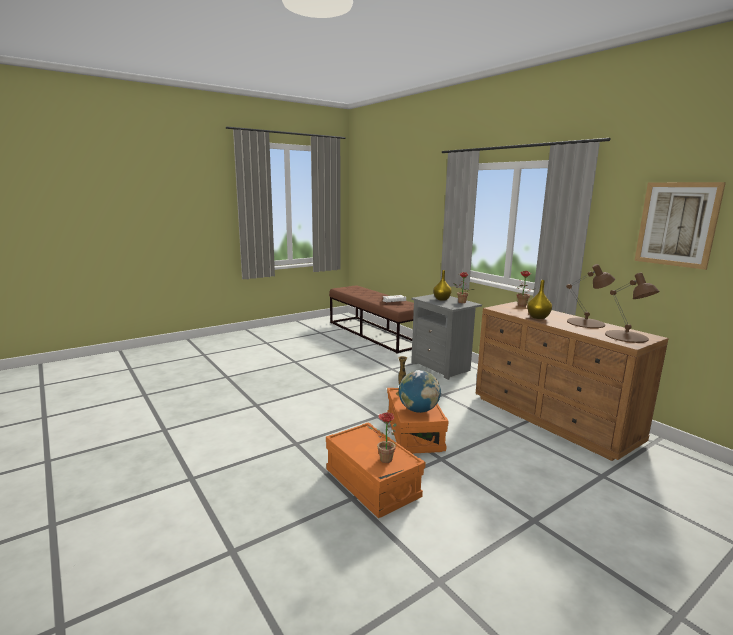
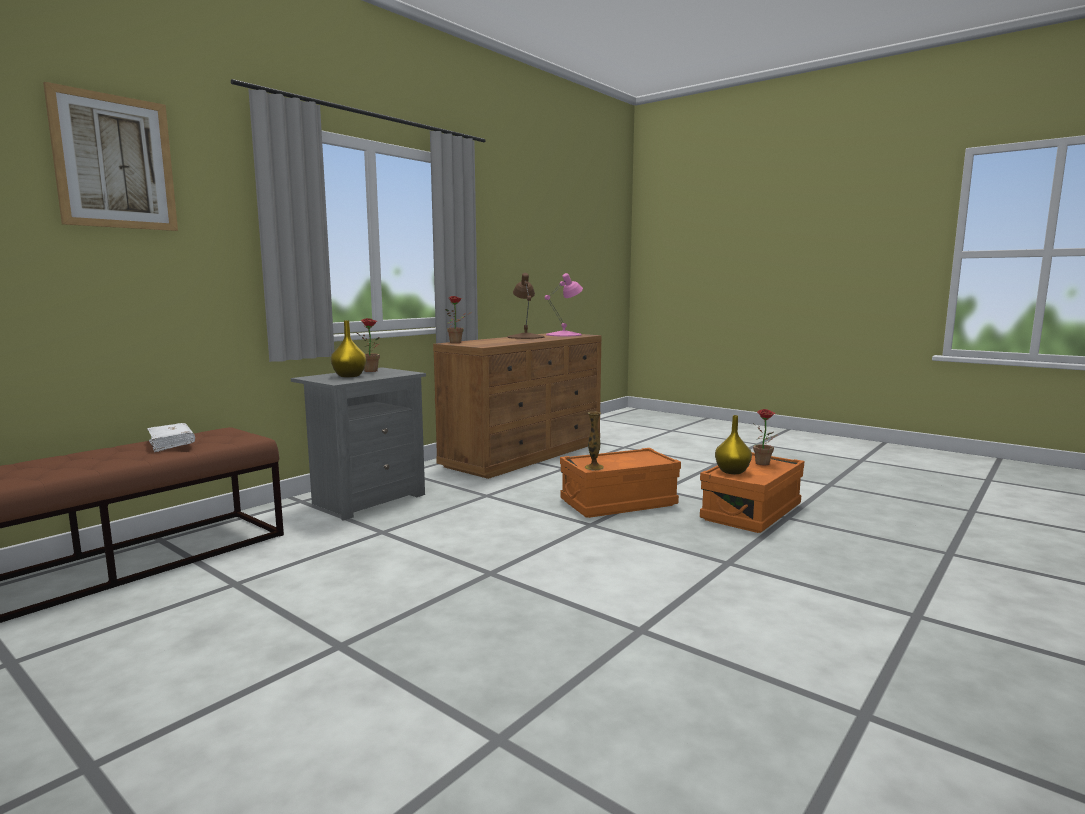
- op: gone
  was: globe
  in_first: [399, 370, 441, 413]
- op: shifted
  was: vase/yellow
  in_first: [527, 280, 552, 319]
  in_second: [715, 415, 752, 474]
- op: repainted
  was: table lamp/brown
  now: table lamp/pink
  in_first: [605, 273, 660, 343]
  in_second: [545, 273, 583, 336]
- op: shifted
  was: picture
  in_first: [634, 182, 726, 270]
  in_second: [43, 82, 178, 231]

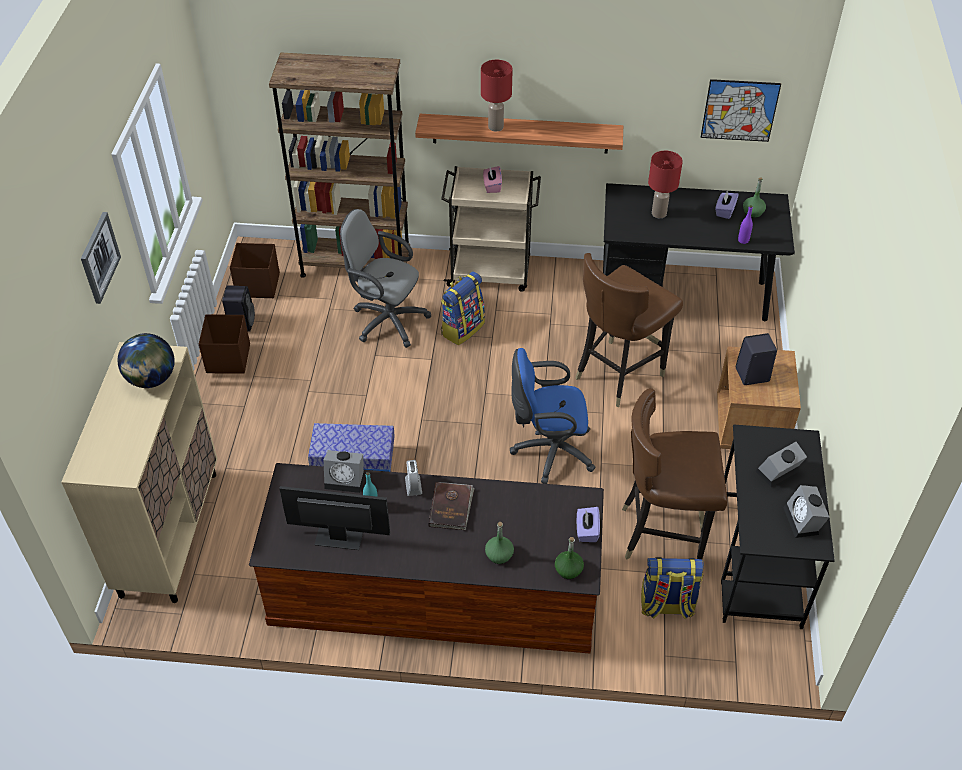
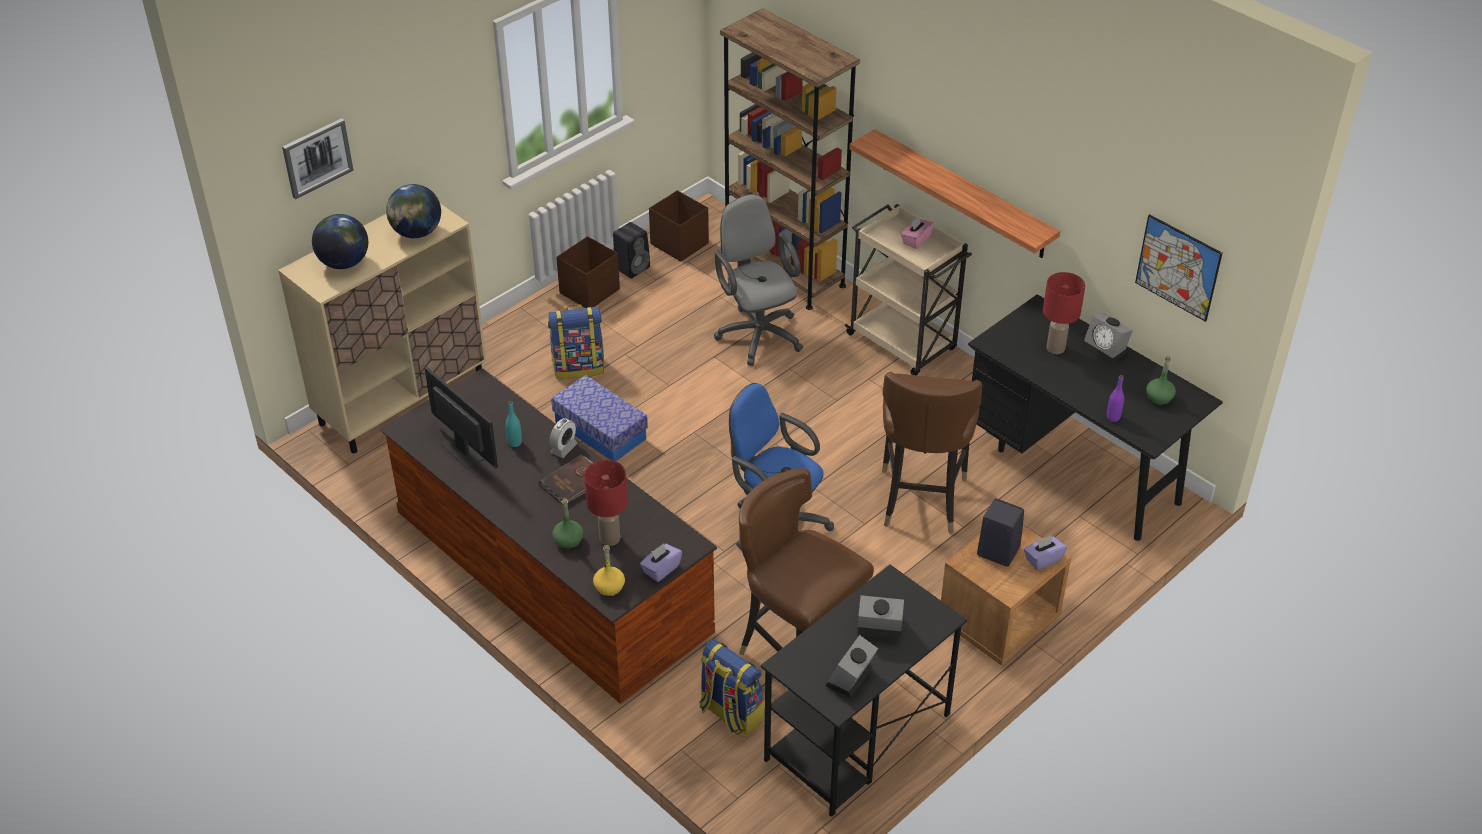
- op: shifted
  was: picture
  in_first: [81, 212, 121, 304]
  in_second: [282, 118, 354, 199]
- op: shifted
  was: alarm clock
  in_first: [323, 450, 364, 493]
  in_second: [1082, 313, 1133, 365]
- op: shifted
  was: backpack
  in_first: [441, 271, 485, 345]
  in_second: [548, 305, 604, 379]
- op: shifted
  was: table lamp/red
  in_first: [481, 60, 513, 131]
  in_second: [584, 460, 628, 546]
- op: repainted
  was: bottle/green
  now: bottle/yellow
  in_first: [555, 537, 584, 579]
  in_second: [593, 545, 625, 597]
- op: rotated
  was: chair/brown
  in_first: [575, 253, 683, 407]
  in_second: [882, 372, 982, 534]
  clockwise: -75
- op: shifted
  was: tissue box/purple
  in_first: [715, 190, 739, 219]
  in_second: [1024, 535, 1067, 570]
- op: new
  now: globe
  in_second: [312, 214, 368, 269]

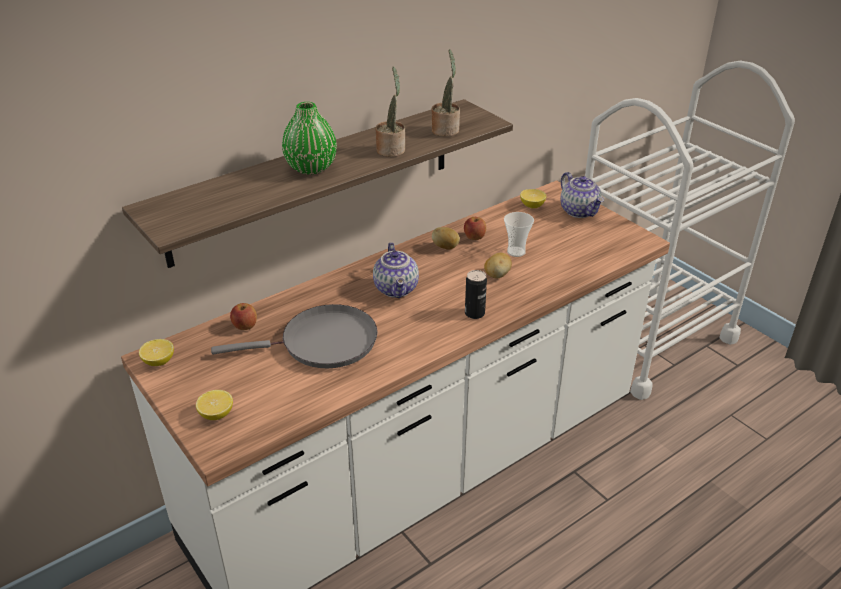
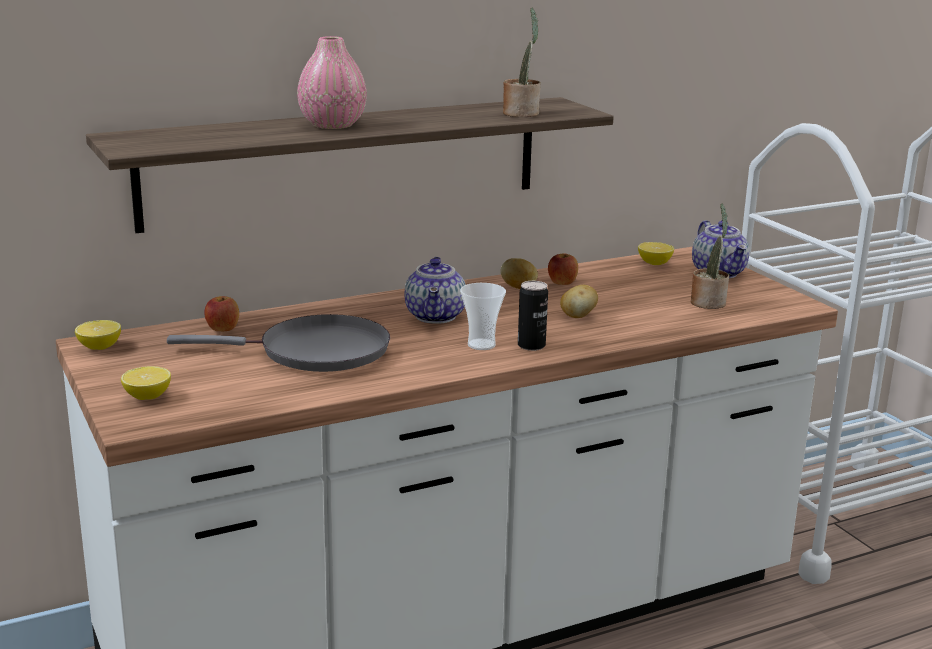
- op: repainted
  was: vase/green
  now: vase/pink
  in_first: [282, 102, 337, 175]
  in_second: [297, 36, 367, 129]
- op: shifted
  was: potted plant
  in_first: [375, 66, 405, 157]
  in_second: [691, 203, 729, 309]
- op: shifted
  was: cup
  in_first: [504, 212, 534, 257]
  in_second: [460, 283, 506, 350]

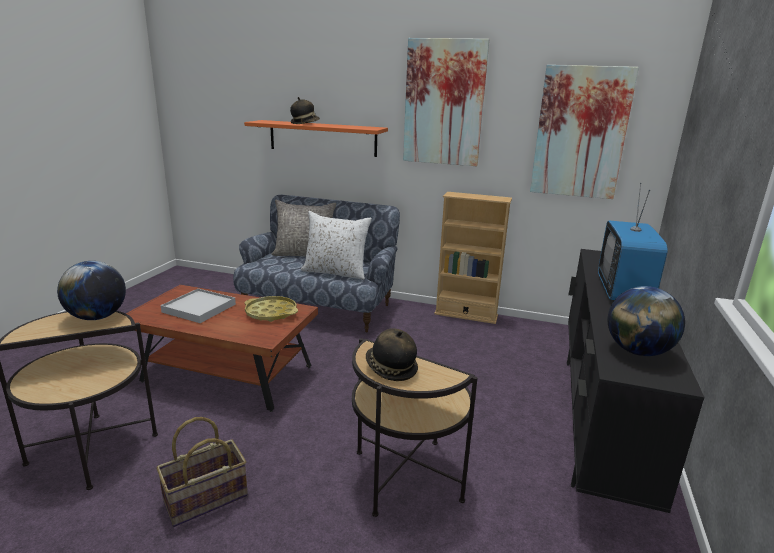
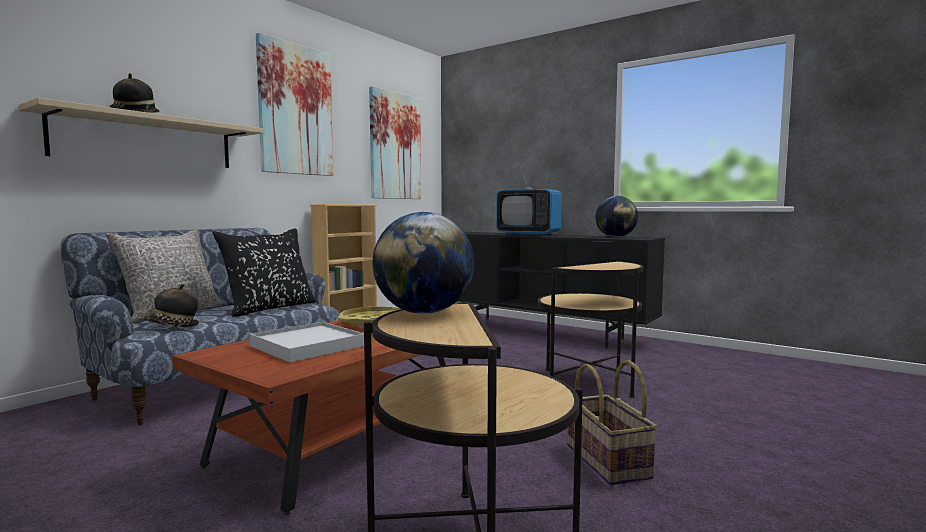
- op: repainted
  was: shelf/orange
  now: shelf/beige
  in_first: [244, 120, 388, 157]
  in_second: [19, 98, 264, 168]
- op: repainted
  was: pillow/white
  now: pillow/black
  in_first: [301, 211, 372, 280]
  in_second: [213, 228, 316, 317]
- op: shifted
  was: hat
  in_first: [366, 328, 418, 381]
  in_second: [144, 284, 199, 327]

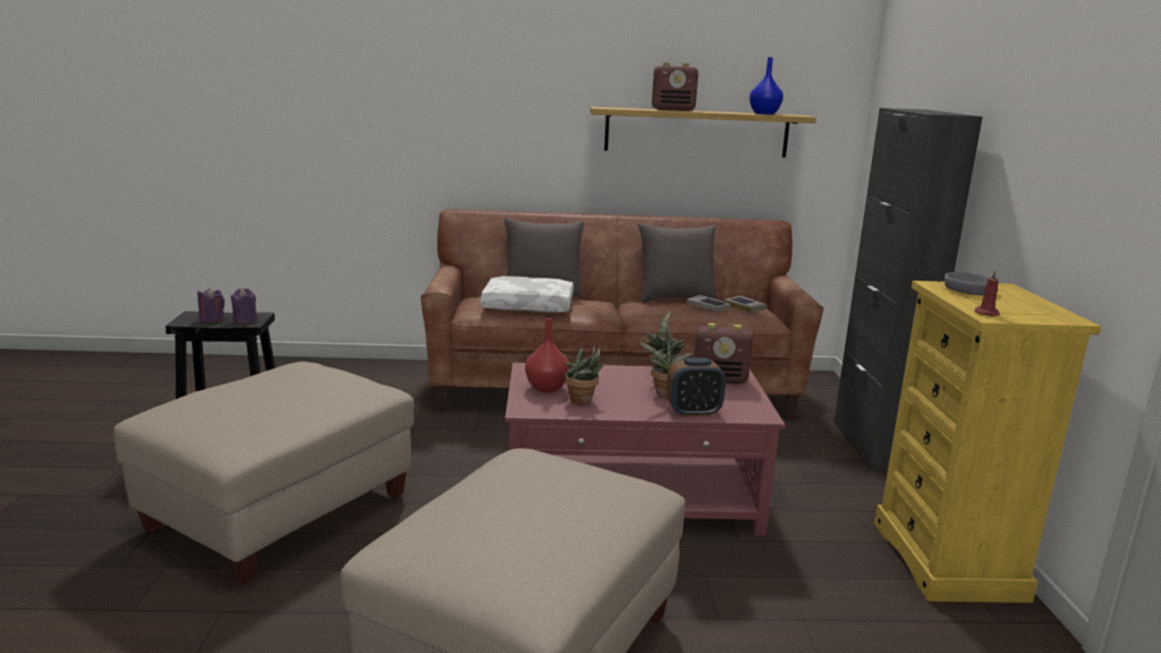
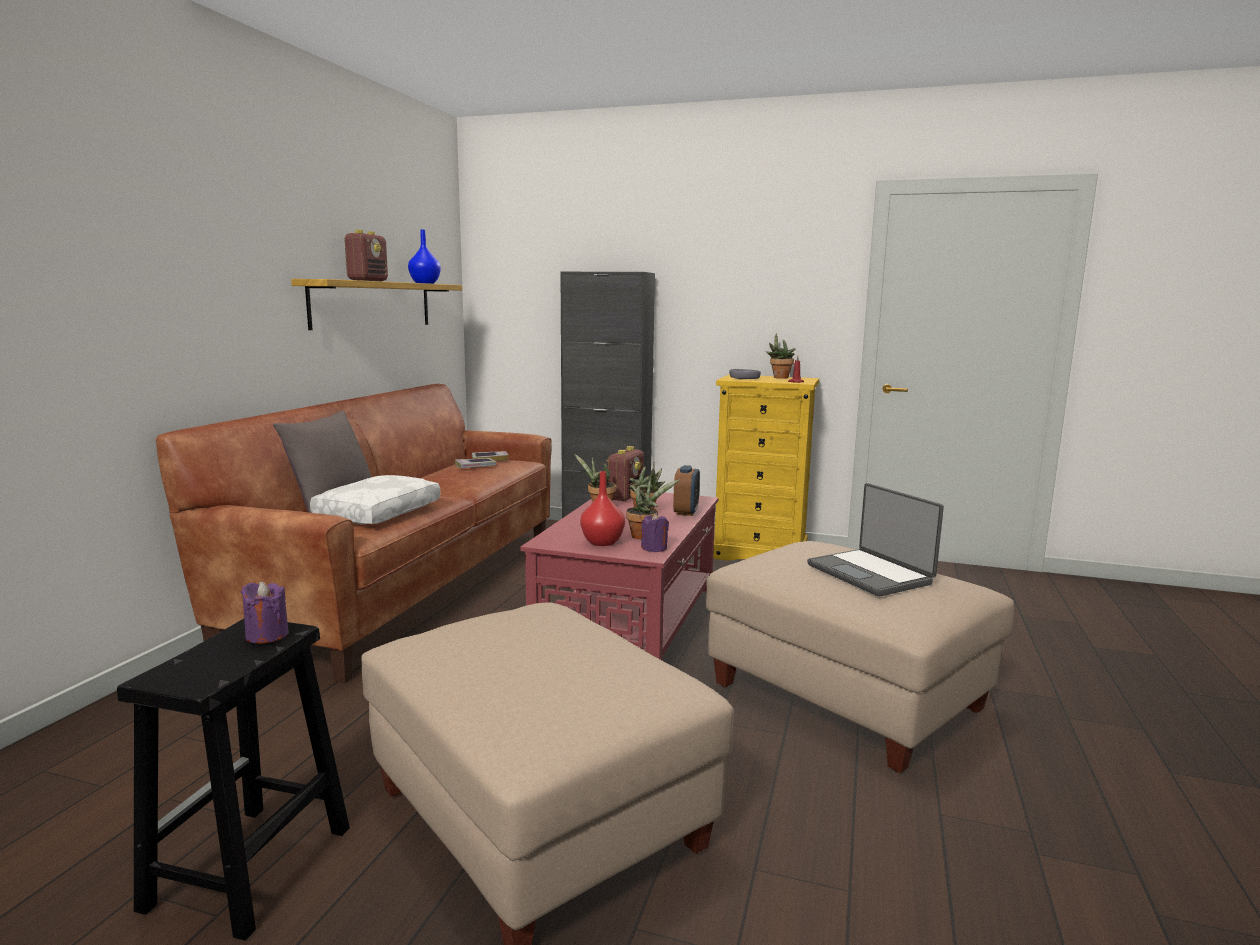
- op: shifted
  was: candle/purple
  in_first: [197, 288, 225, 323]
  in_second: [641, 513, 669, 552]
- op: gone
  was: pillow/grey
  in_first: [638, 224, 718, 303]
- op: new
  now: potted plant
  in_second: [766, 333, 795, 379]
- op: new
  now: laptop
  in_second: [807, 483, 944, 596]

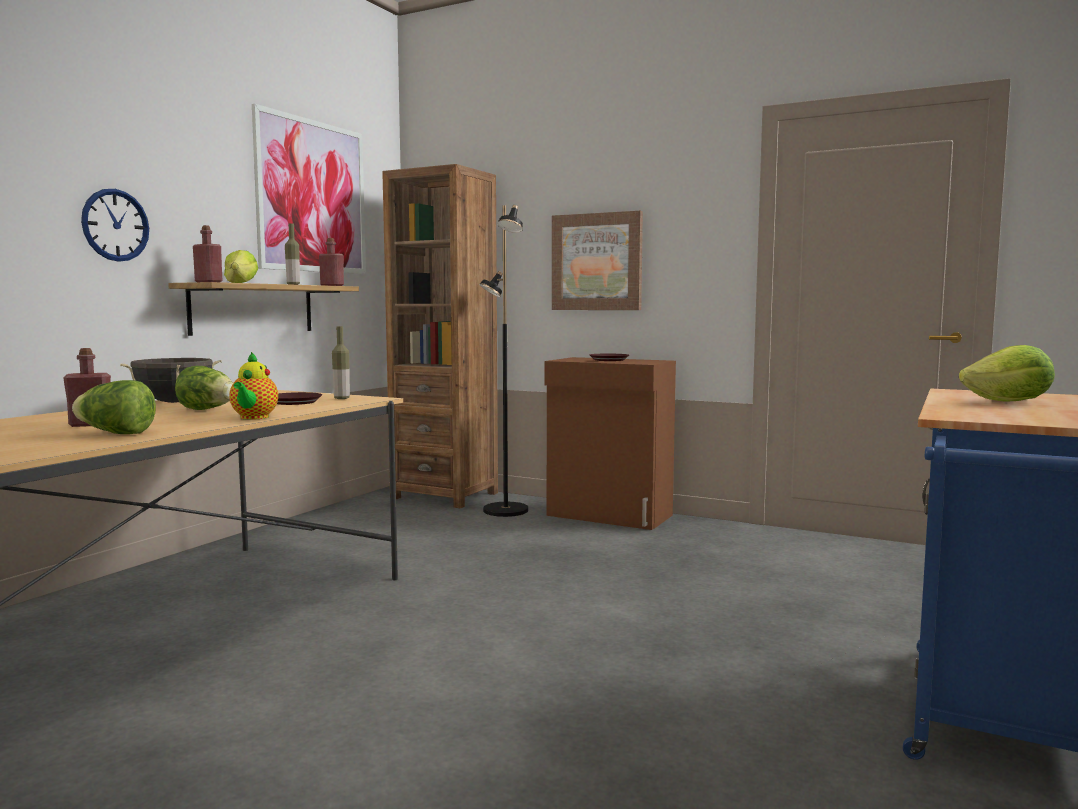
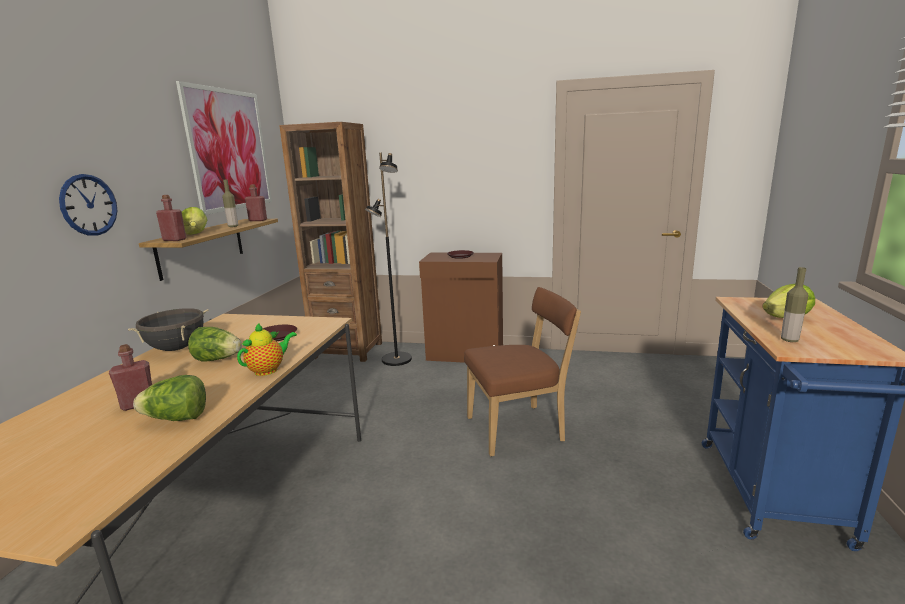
- op: rotated
  was: teapot
  in_first: [229, 352, 278, 420]
  in_second: [237, 324, 297, 376]
  clockwise: -120
- op: shifted
  was: bottle
  in_first: [332, 326, 350, 399]
  in_second: [781, 267, 808, 342]
- op: gone
  was: picture
  in_first: [552, 211, 643, 310]
- op: new
  now: chair/brown
  in_second: [464, 287, 581, 457]

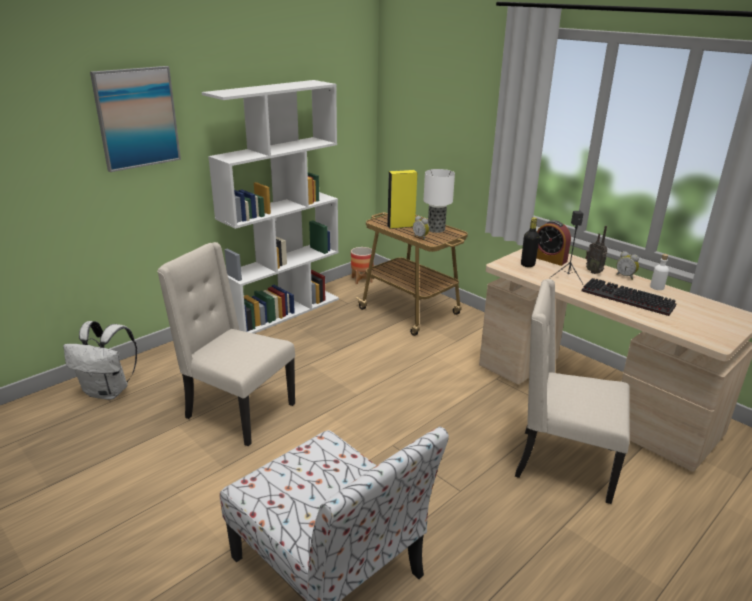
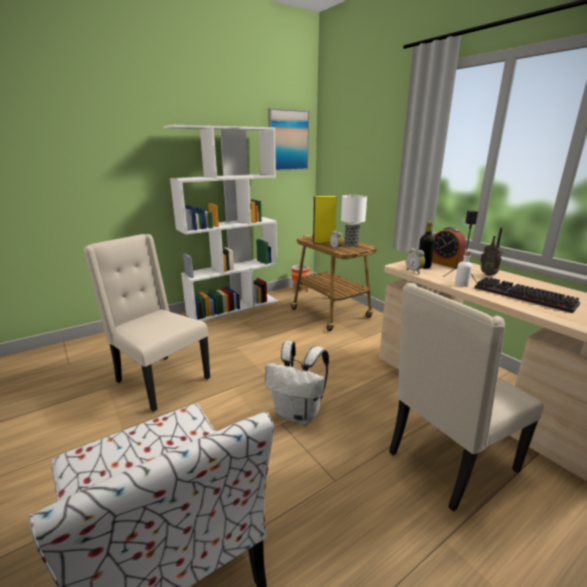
- op: shifted
  was: backpack/white
  in_first: [63, 321, 137, 400]
  in_second: [265, 341, 329, 425]
- op: shifted
  was: picture
  in_first: [90, 66, 181, 172]
  in_second: [268, 108, 309, 171]
- op: rotated
  was: chair/beige
  in_first: [515, 279, 630, 504]
  in_second: [389, 283, 544, 512]
  clockwise: -60
- op: shifted
  was: alarm clock
  in_first: [616, 251, 639, 280]
  in_second: [406, 248, 425, 274]
- op: shifted
  was: bottle/white
  in_first: [650, 254, 669, 290]
  in_second: [455, 250, 472, 287]

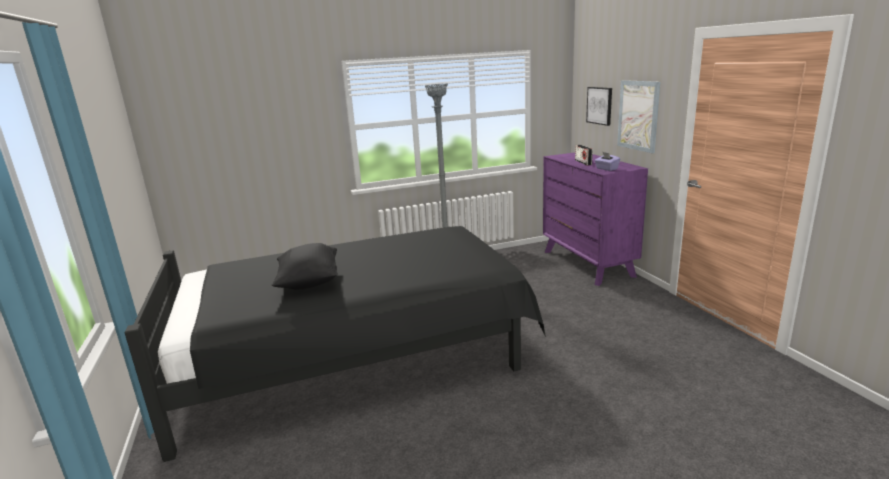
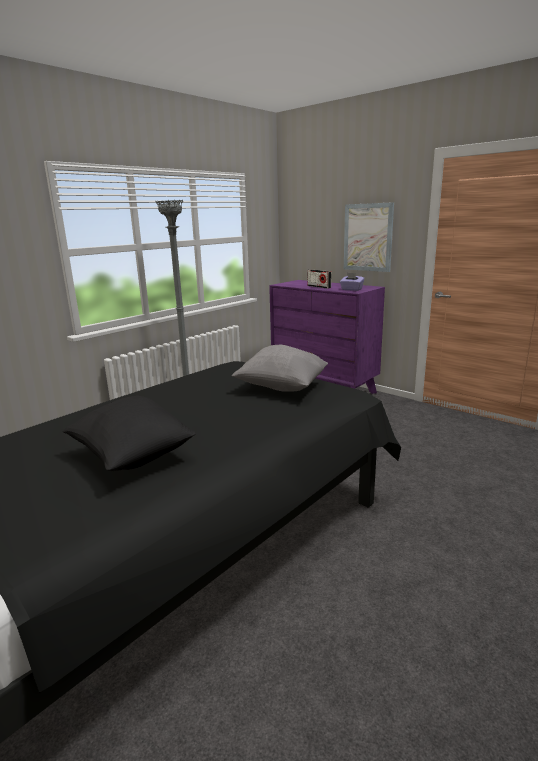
- op: gone
  was: picture
  in_first: [586, 87, 612, 126]
- op: new
  now: pillow/grey
  in_second: [232, 345, 328, 392]

